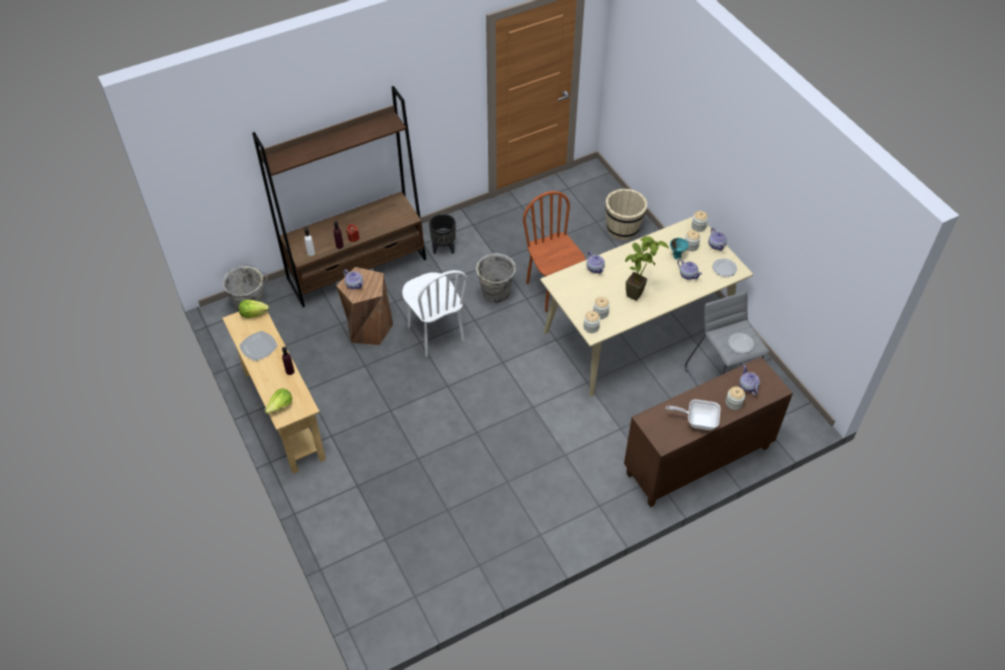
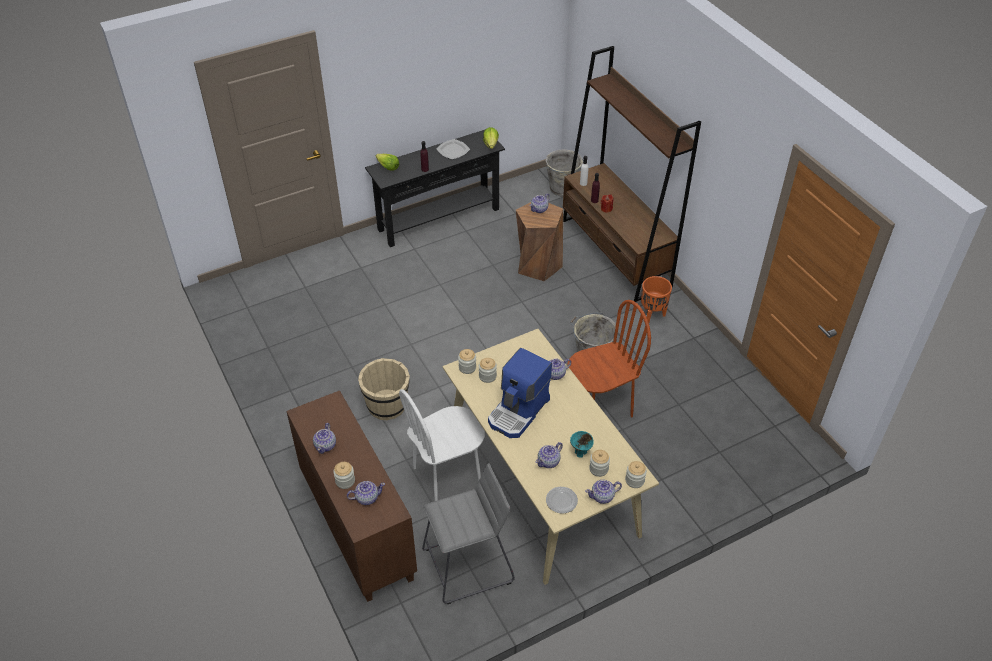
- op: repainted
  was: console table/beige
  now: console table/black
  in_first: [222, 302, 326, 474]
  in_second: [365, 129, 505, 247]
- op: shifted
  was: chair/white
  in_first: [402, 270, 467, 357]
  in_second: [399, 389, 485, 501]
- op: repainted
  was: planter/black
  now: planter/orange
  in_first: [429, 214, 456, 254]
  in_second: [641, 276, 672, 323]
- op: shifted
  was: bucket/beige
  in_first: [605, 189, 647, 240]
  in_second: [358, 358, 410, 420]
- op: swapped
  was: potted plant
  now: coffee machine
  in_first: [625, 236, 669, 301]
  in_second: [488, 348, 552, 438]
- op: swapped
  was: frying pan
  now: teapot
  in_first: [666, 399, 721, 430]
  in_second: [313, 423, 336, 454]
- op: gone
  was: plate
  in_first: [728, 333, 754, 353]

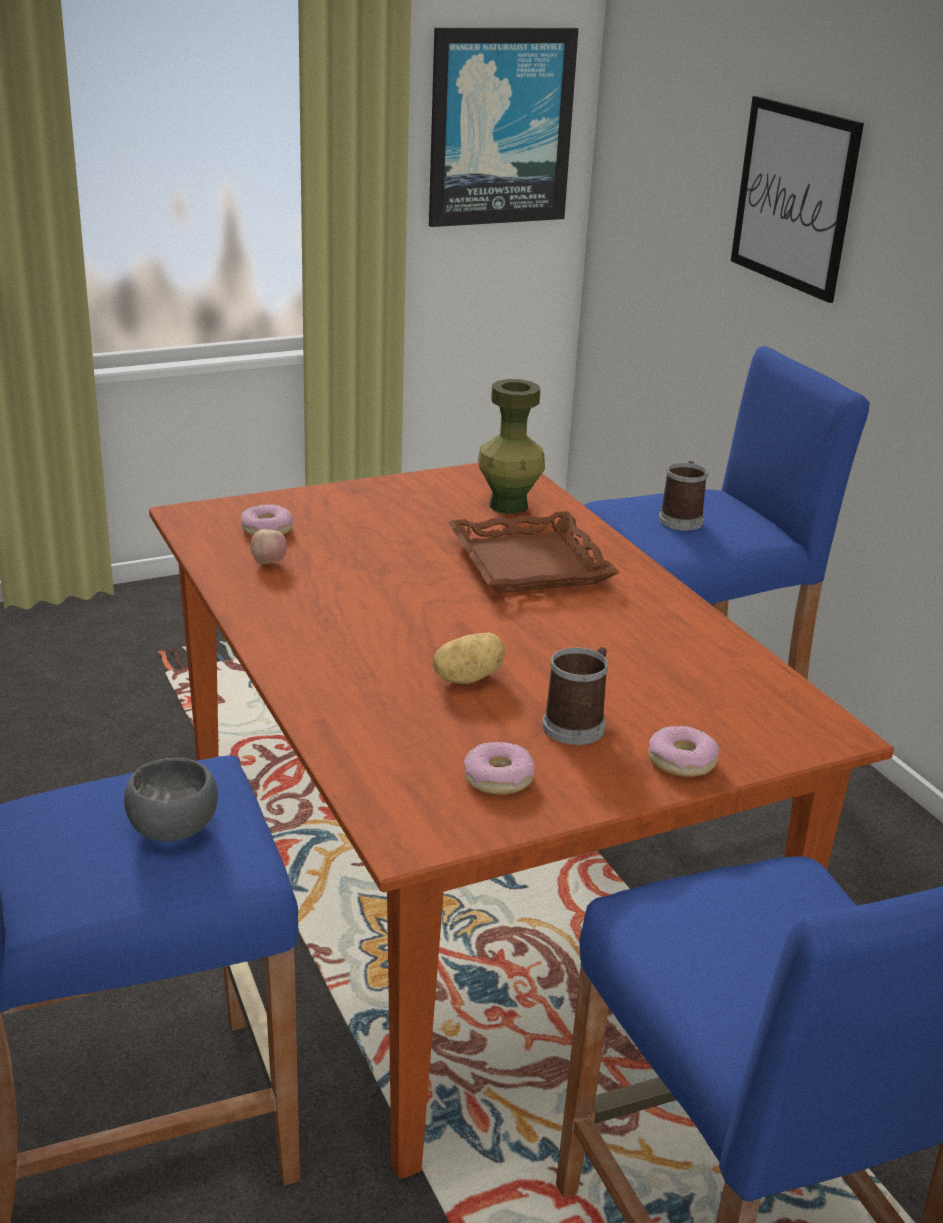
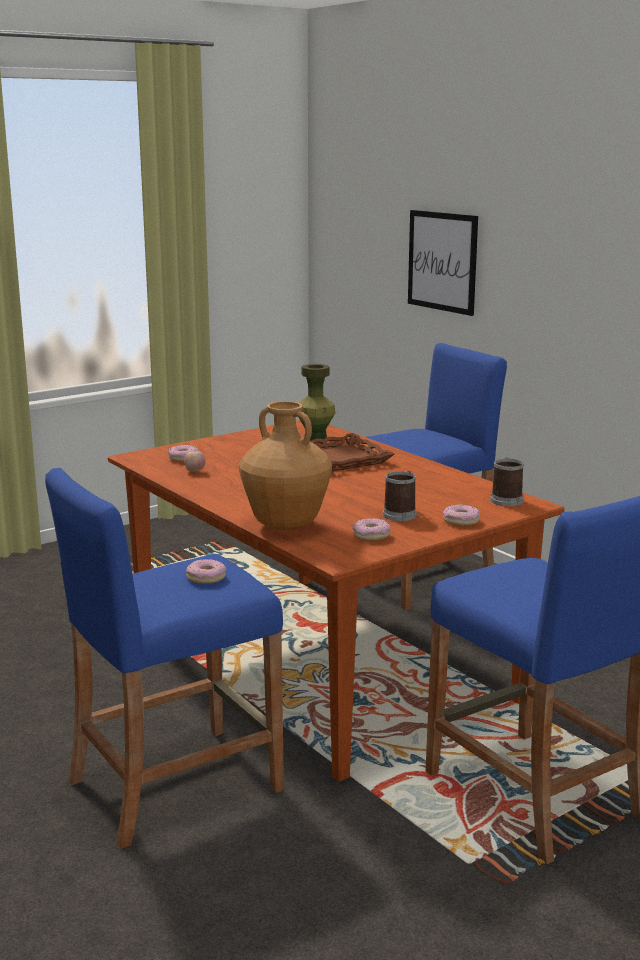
- op: swapped
  was: bowl/grey
  now: donut
  in_first: [124, 758, 218, 842]
  in_second: [186, 559, 226, 584]
- op: gone
  was: picture
  in_first: [429, 27, 579, 227]
- op: gone
  was: potato
  in_first: [433, 633, 505, 684]
- op: shifted
  was: mug
  in_first: [659, 461, 708, 531]
  in_second: [490, 458, 524, 506]
- op: new
  now: vase/brown
  in_second: [239, 401, 332, 530]

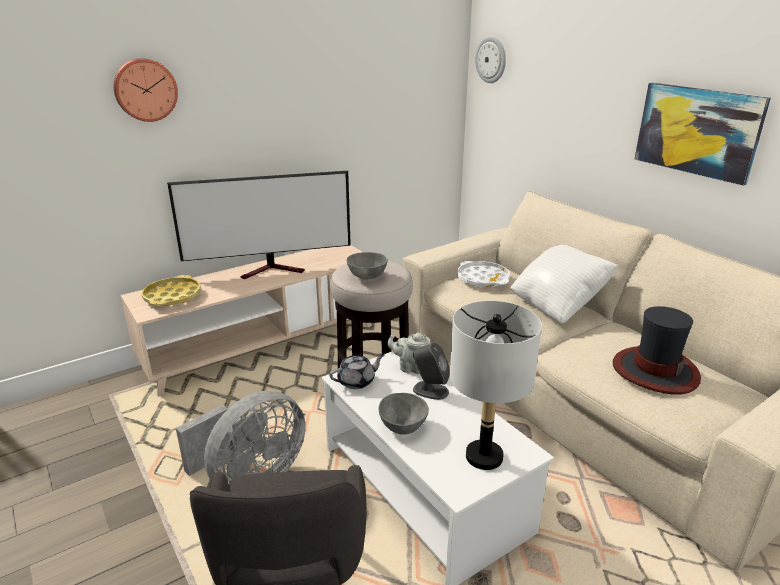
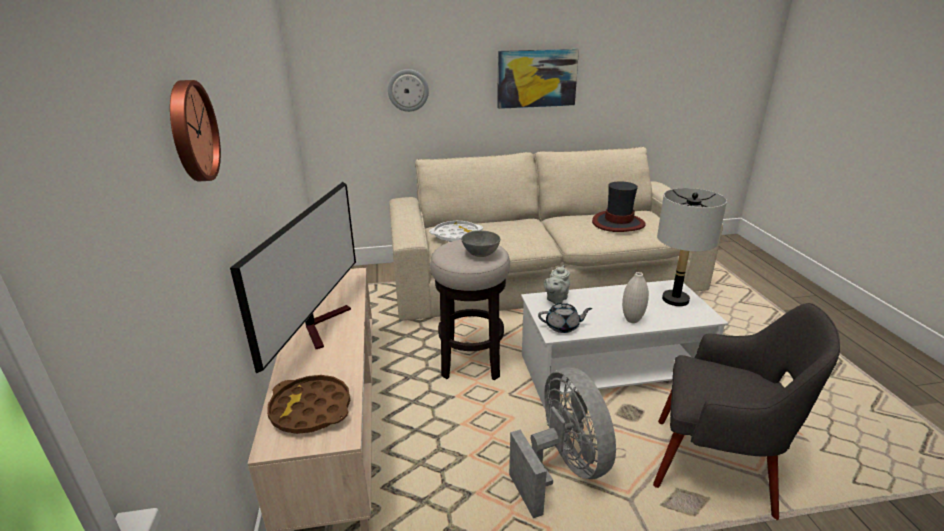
- op: repainted
  was: tray/yellow
  now: tray/brown
  in_first: [142, 275, 201, 306]
  in_second: [267, 375, 350, 434]
- op: rotated
  was: teapot/grey
  in_first: [329, 354, 384, 389]
  in_second: [538, 303, 592, 333]
  clockwise: 90
- op: swapped
  was: bowl/grey
  now: vase/white
  in_first: [379, 393, 429, 435]
  in_second: [622, 272, 649, 323]
- op: gone
  was: speaker/grey
  in_first: [413, 342, 450, 400]
- op: shifted
  was: wall clock
  in_first: [475, 36, 506, 83]
  in_second: [388, 69, 429, 112]
- op: gone
  was: pillow/white
  in_first: [510, 245, 618, 323]

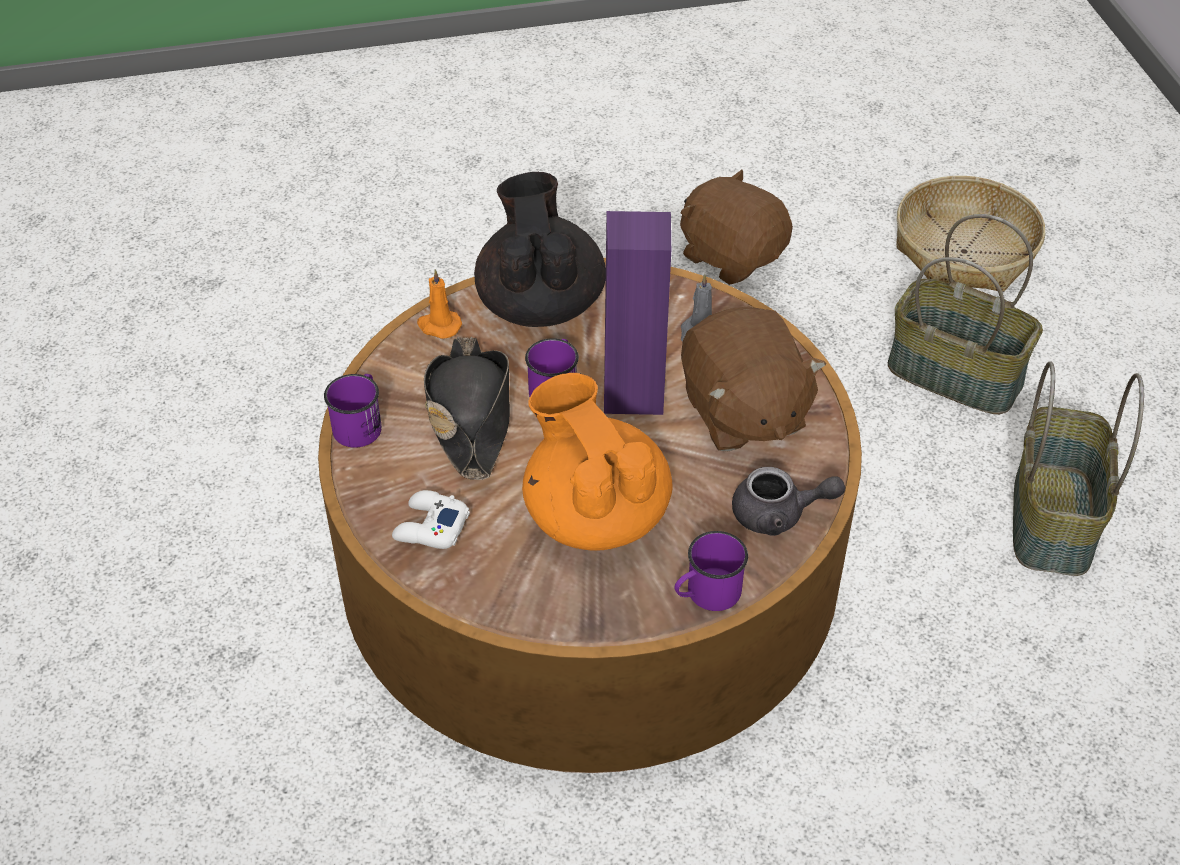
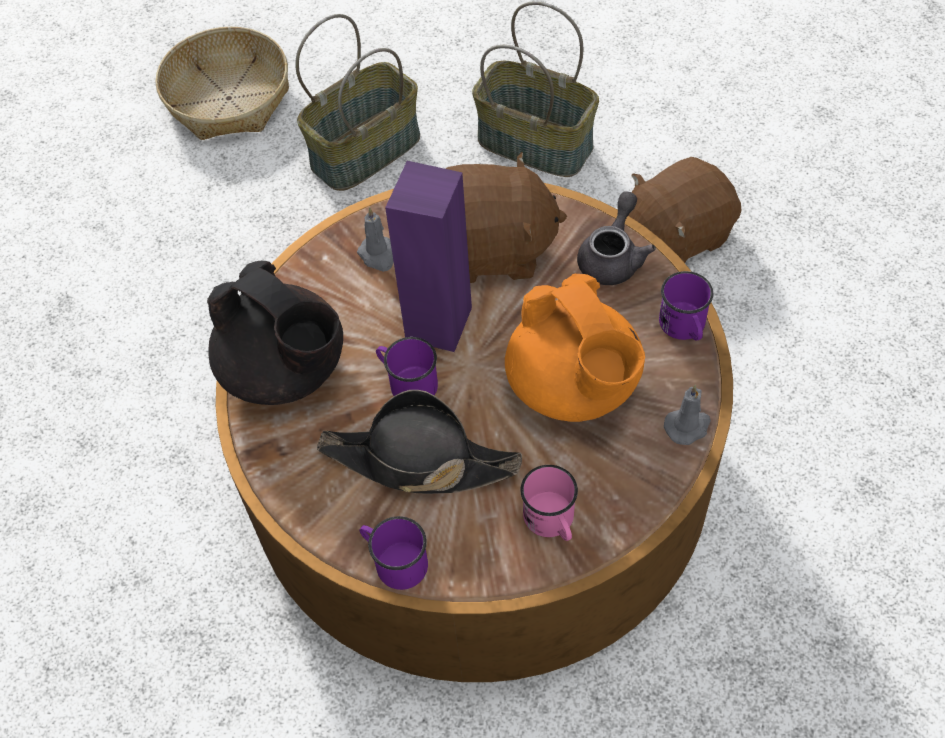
- op: swapped
  was: game controller/white
  now: mug/pink
  in_first: [392, 490, 470, 549]
  in_second: [520, 465, 578, 541]
- op: gone
  was: candle/orange
  in_first: [417, 269, 462, 339]
- op: rotated
  was: teapot/black
  in_first: [474, 172, 606, 327]
  in_second: [207, 261, 343, 405]
  clockwise: -150
- op: rotated
  was: teapot/orange
  in_first: [522, 373, 673, 550]
  in_second: [505, 274, 645, 422]
  clockwise: -105
- op: shifted
  was: plush toy/brown
  in_first: [680, 170, 793, 285]
  in_second: [628, 157, 741, 263]
- op: new
  now: candle/grey
  in_second: [664, 385, 711, 445]

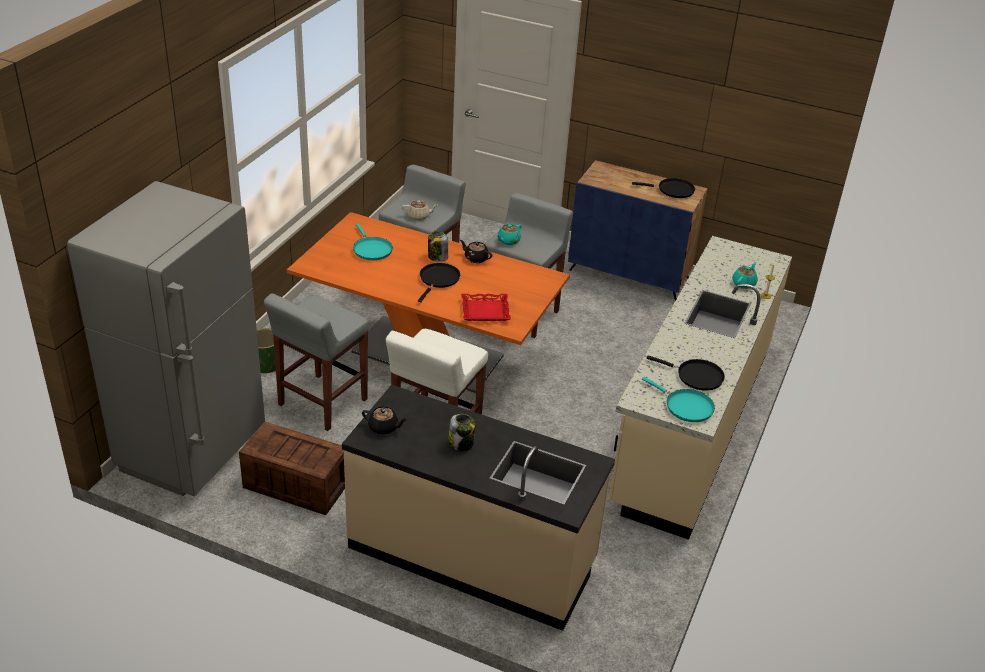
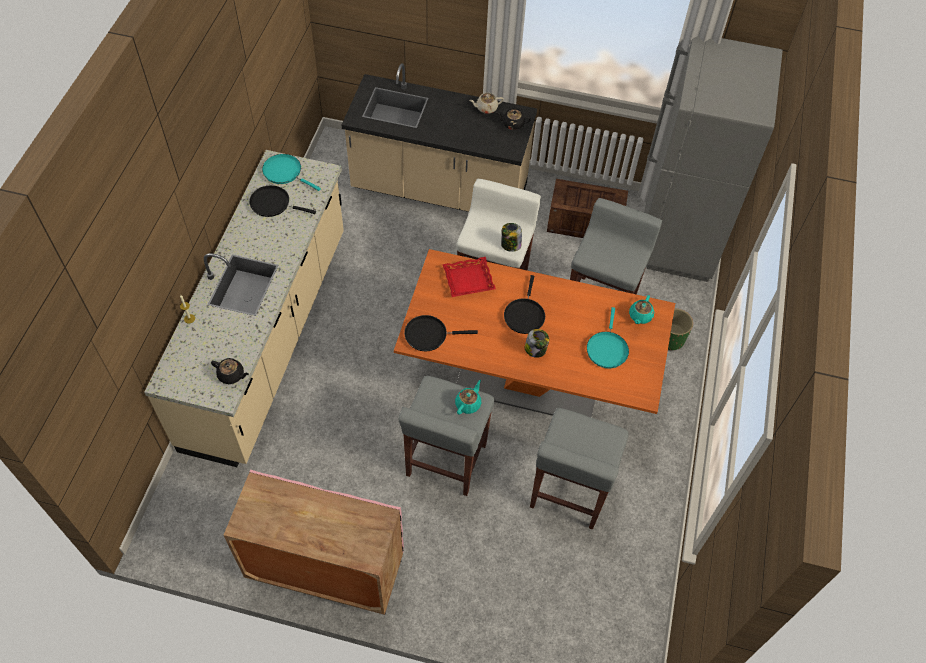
- op: rotated
  was: frying pan/turquoise
  in_first: [353, 223, 393, 260]
  in_second: [587, 307, 629, 368]
  clockwise: -135
- op: shifted
  was: teapot/beige
  in_first: [402, 200, 438, 220]
  in_second: [469, 93, 504, 114]
- op: shifted
  was: jar
  in_first: [448, 414, 476, 451]
  in_second: [501, 223, 522, 252]
- op: shifted
  was: teapot/black
  in_first: [460, 240, 492, 263]
  in_second: [211, 358, 249, 384]
- op: repainted
  was: cabinet/blue
  now: cabinet/pink
  in_first: [568, 160, 708, 301]
  in_second: [224, 470, 404, 615]
- op: shifted
  was: frying pan/black
  in_first: [632, 178, 695, 198]
  in_second: [404, 315, 478, 351]
- op: shifted
  was: teapot/turquoise
  in_first: [732, 262, 758, 289]
  in_second: [629, 295, 654, 324]

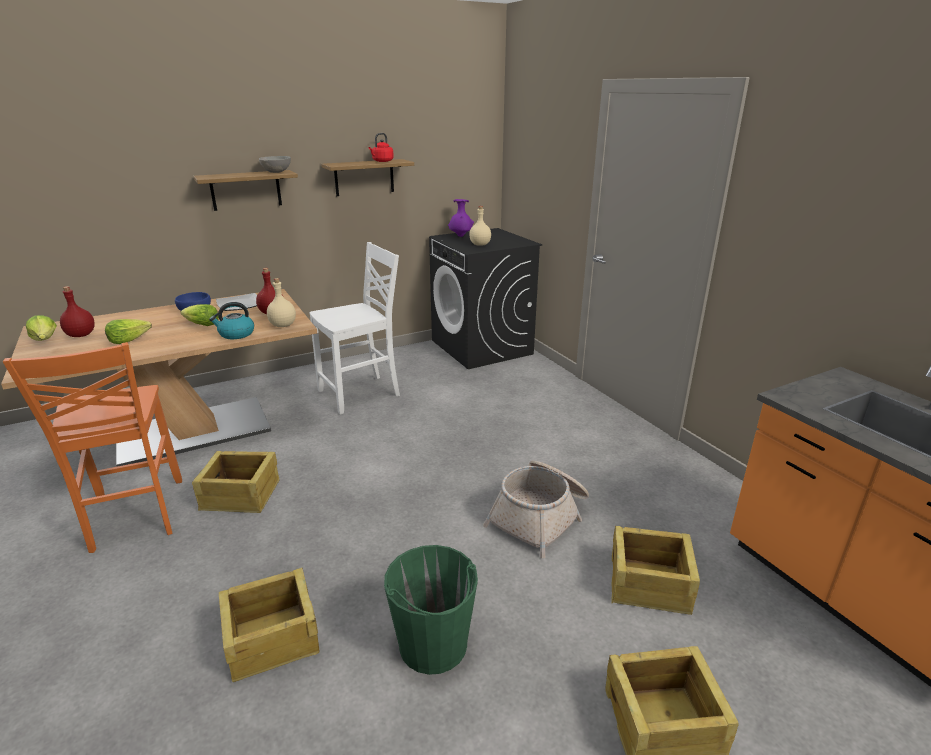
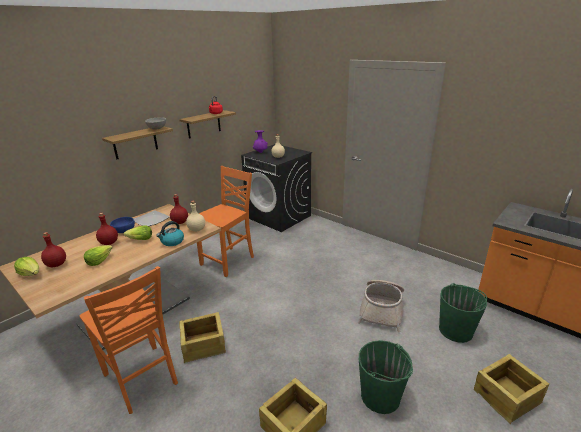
- op: repainted
  was: chair/white
  now: chair/orange
  in_first: [309, 242, 400, 415]
  in_second: [197, 166, 254, 277]
- op: swapped
  was: crate
  now: bucket/green
  in_first: [612, 526, 700, 615]
  in_second: [439, 283, 487, 343]
- op: new
  now: bottle/red
  in_second: [96, 213, 118, 245]

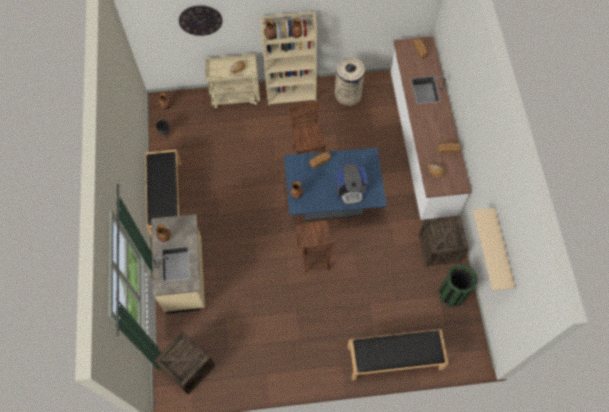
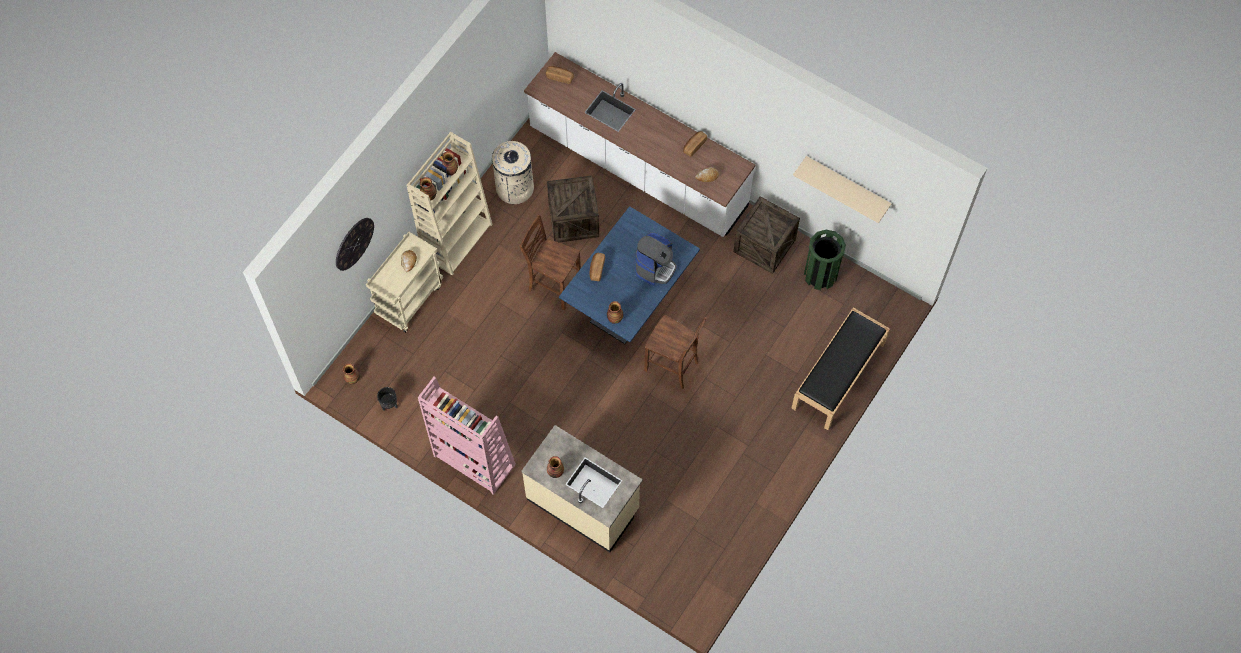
- op: swapped
  was: bench/black
  now: bookcase/pink
  in_first: [145, 150, 181, 237]
  in_second: [418, 377, 516, 495]
- op: shifted
  was: crate
  in_first: [154, 331, 215, 394]
  in_second: [547, 176, 599, 242]

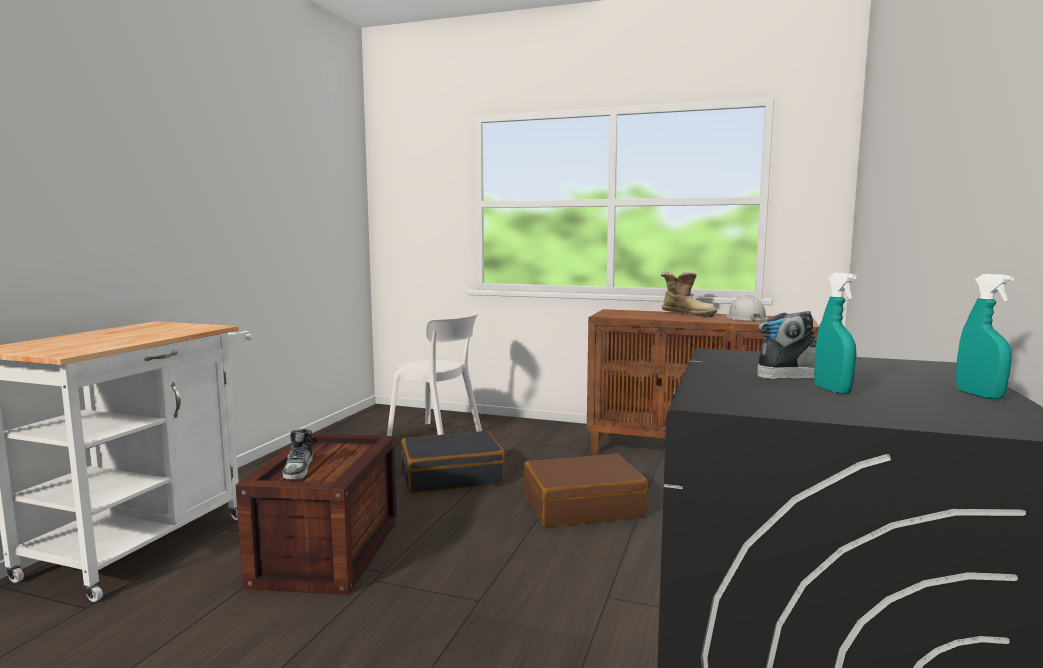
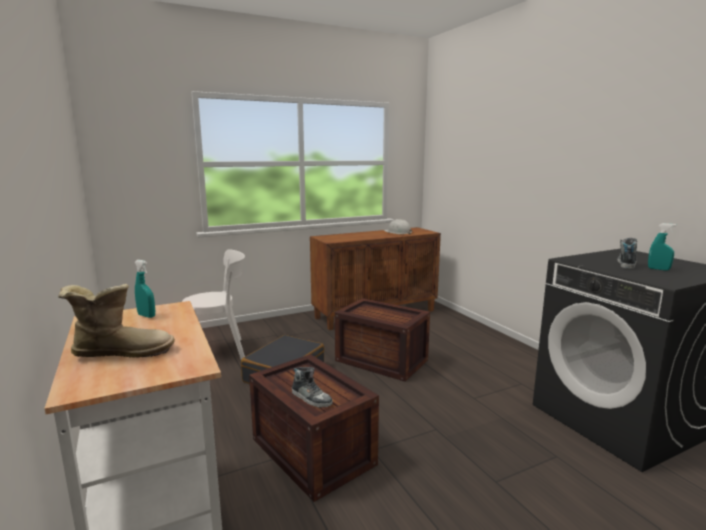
- op: swapped
  was: suitcase/brown
  now: crate
  in_first: [524, 453, 648, 527]
  in_second: [335, 298, 430, 382]
- op: shifted
  was: boot
  in_first: [661, 271, 717, 317]
  in_second: [58, 284, 175, 358]
- op: shifted
  was: spray bottle/turquoise
  in_first: [956, 274, 1014, 399]
  in_second: [135, 260, 155, 318]

